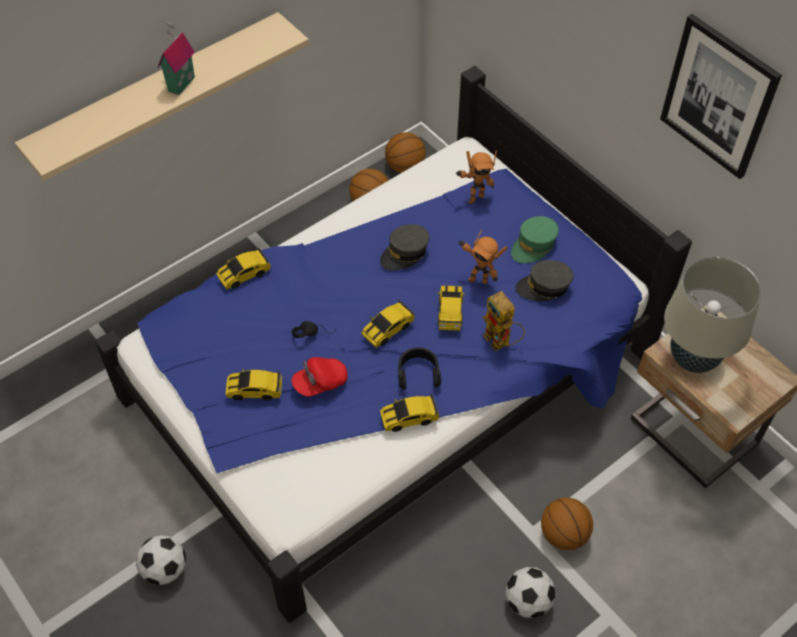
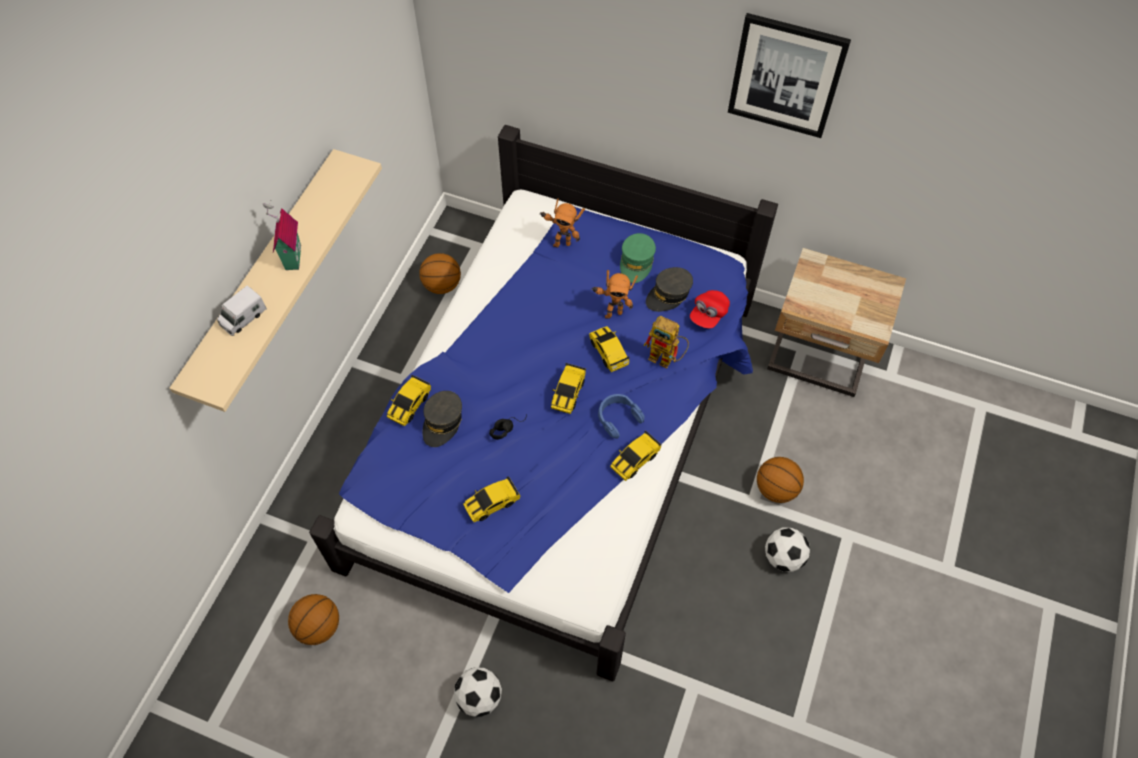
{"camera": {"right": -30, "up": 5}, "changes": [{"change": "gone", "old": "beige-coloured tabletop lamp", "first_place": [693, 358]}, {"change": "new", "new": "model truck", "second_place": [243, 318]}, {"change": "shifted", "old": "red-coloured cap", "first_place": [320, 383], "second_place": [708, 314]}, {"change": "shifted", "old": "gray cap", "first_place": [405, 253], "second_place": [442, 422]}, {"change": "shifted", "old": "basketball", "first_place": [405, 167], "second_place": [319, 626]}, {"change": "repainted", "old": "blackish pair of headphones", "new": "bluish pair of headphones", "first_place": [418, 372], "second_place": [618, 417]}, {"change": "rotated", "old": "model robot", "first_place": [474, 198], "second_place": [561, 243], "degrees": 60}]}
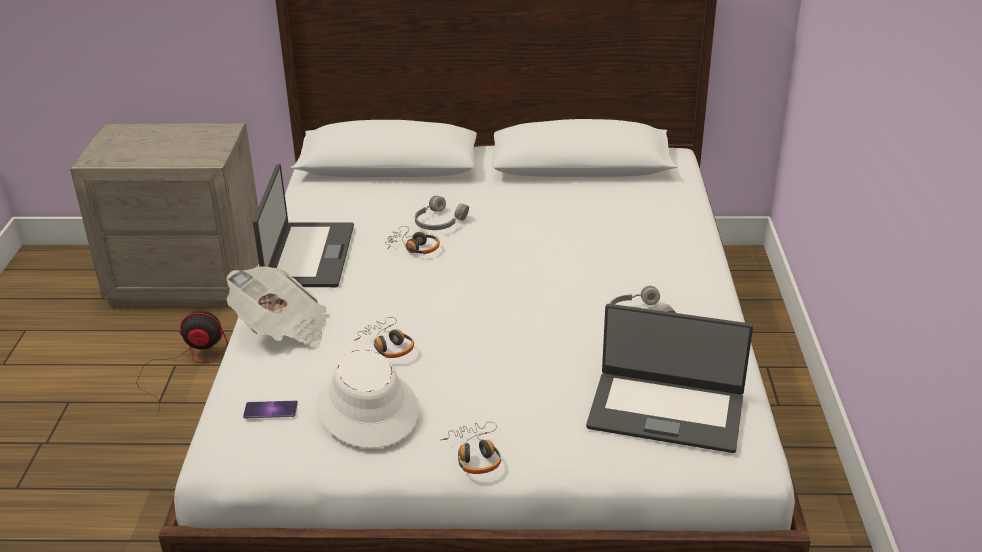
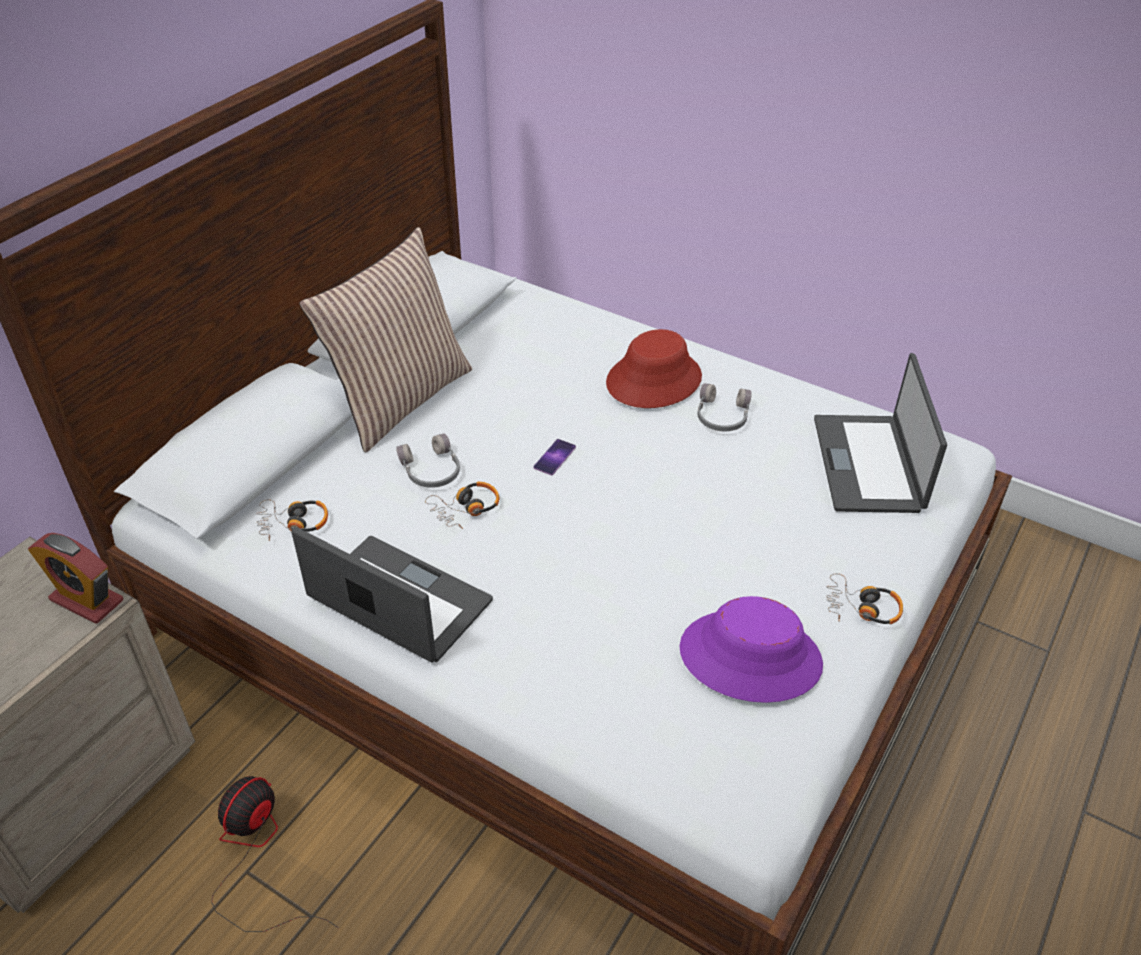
{"camera": {"right": -60, "up": 10}, "changes": [{"change": "gone", "old": "newspaper", "first_place": [282, 328]}, {"change": "new", "new": "alarm clock", "second_place": [86, 600]}, {"change": "new", "new": "pillow", "second_place": [400, 399]}, {"change": "new", "new": "red-coloured wearable hat", "second_place": [653, 380]}, {"change": "shifted", "old": "phone", "first_place": [270, 410], "second_place": [554, 457]}, {"change": "shifted", "old": "pair of headphones", "first_place": [387, 345], "second_place": [293, 523]}, {"change": "repainted", "old": "whitish wearable hat", "new": "purplish wearable hat", "first_place": [368, 408], "second_place": [750, 656]}, {"change": "rotated", "old": "laptop", "first_place": [666, 411], "second_place": [869, 464], "degrees": 135}]}
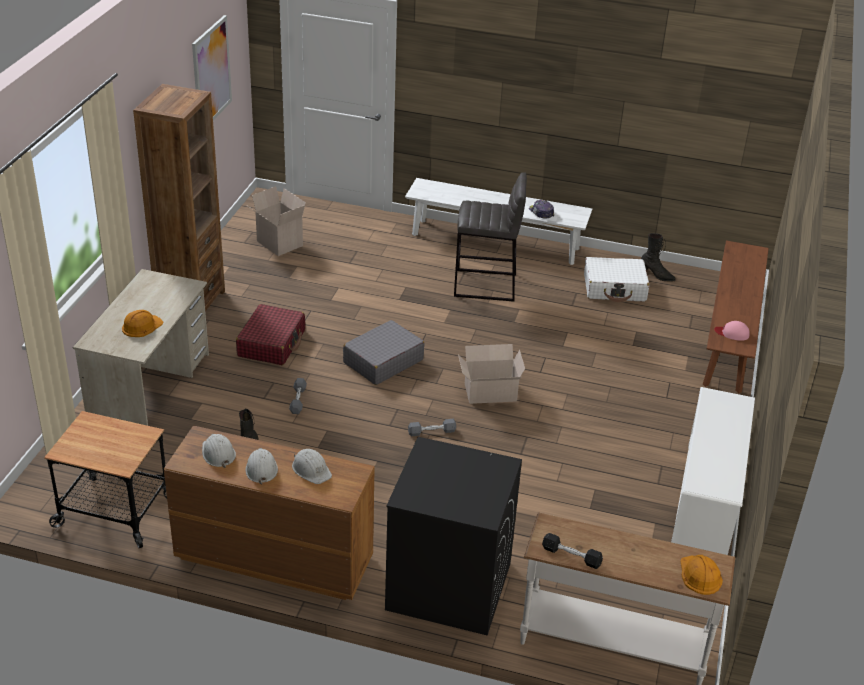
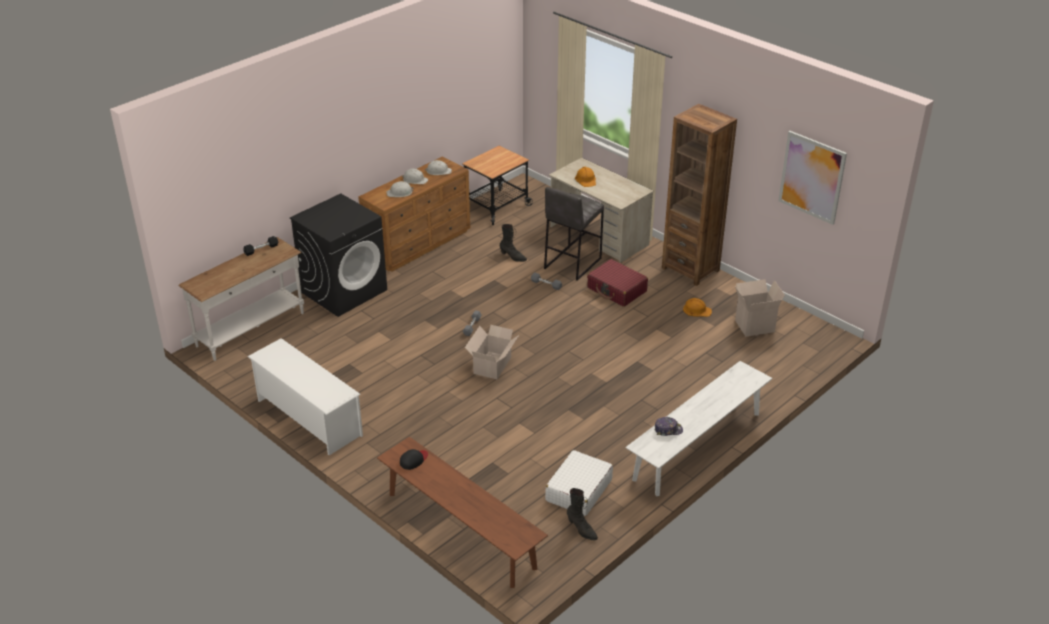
{"camera": {"right": 120, "up": 0}, "changes": [{"change": "gone", "old": "gray suitcase", "first_place": [383, 361]}, {"change": "shifted", "old": "gray stool seat", "first_place": [486, 285], "second_place": [572, 263]}, {"change": "shifted", "old": "orange-coloured hard hat", "first_place": [699, 575], "second_place": [697, 310]}, {"change": "repainted", "old": "pinkish cap", "new": "blackish cap", "first_place": [732, 333], "second_place": [413, 460]}, {"change": "rotated", "old": "blackish high-top boot", "first_place": [656, 275], "second_place": [581, 529], "degrees": -105}]}
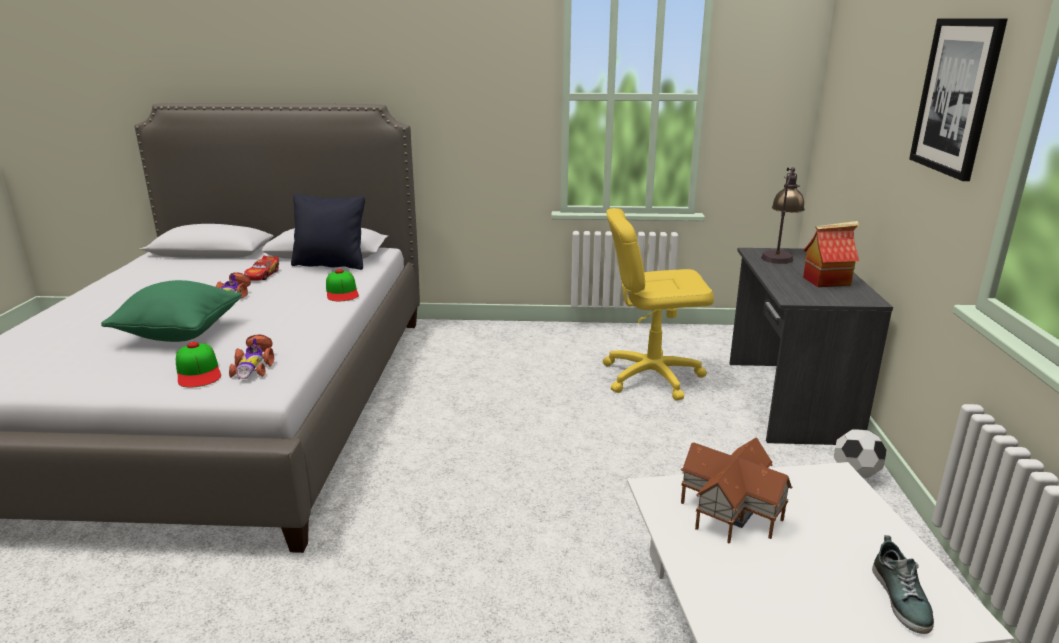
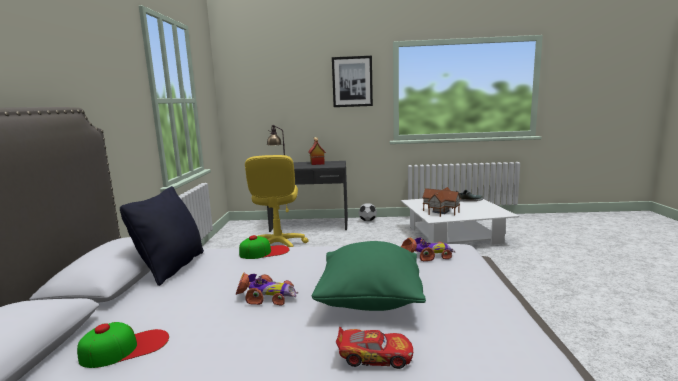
{"camera": {"right": -90, "up": -10}, "changes": [{"change": "shifted", "old": "cap", "first_place": [198, 372], "second_place": [125, 348]}, {"change": "shifted", "old": "toy car", "first_place": [262, 275], "second_place": [375, 356]}]}
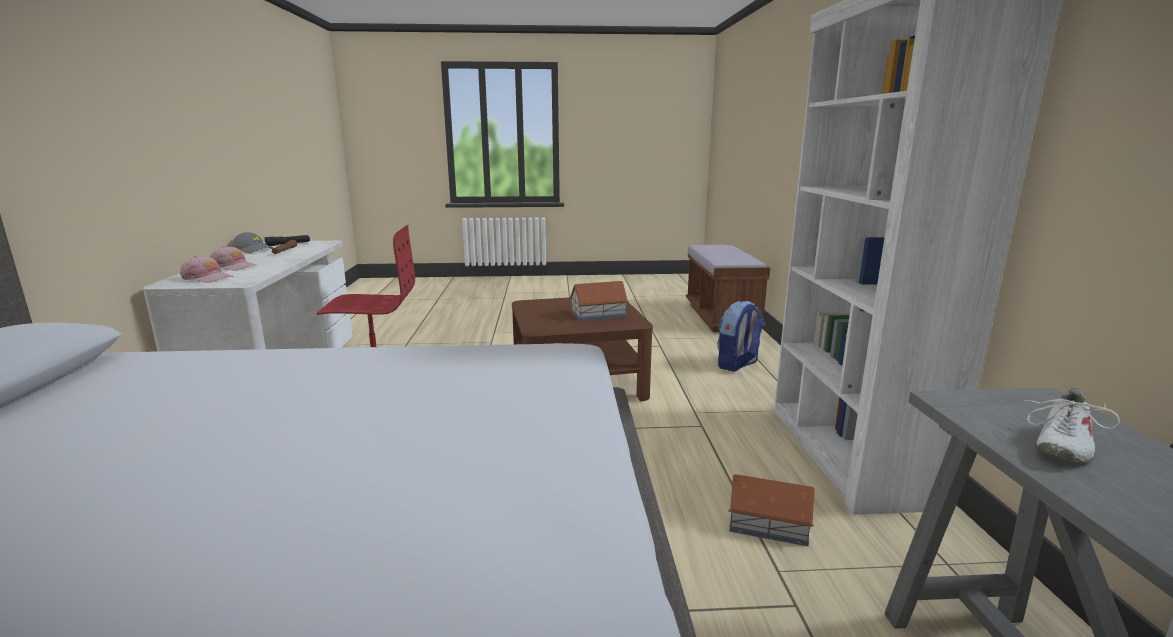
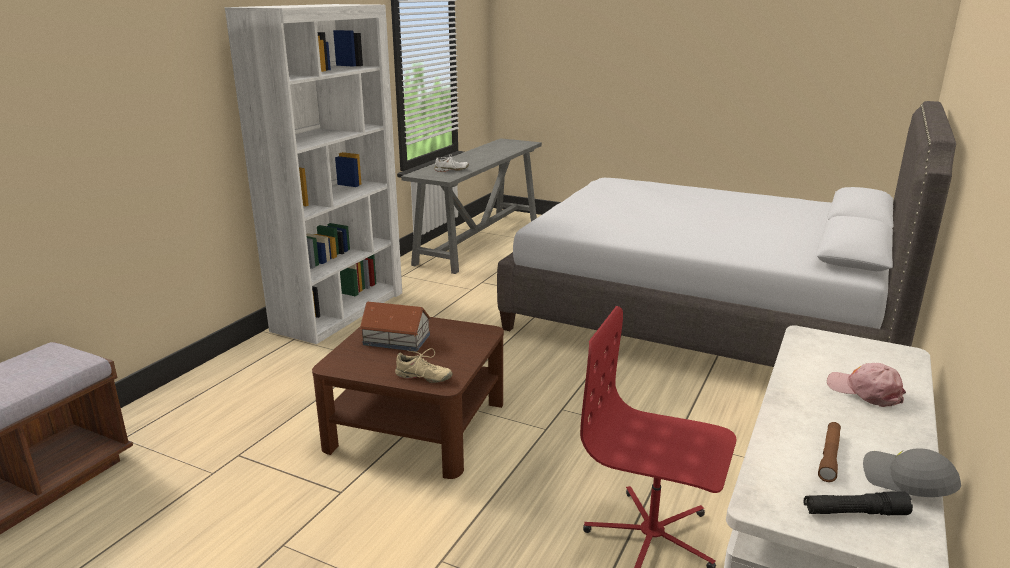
{"camera": {"right": -150, "up": 5}, "changes": [{"change": "gone", "old": "pinkish cap", "first_place": [207, 278]}, {"change": "gone", "old": "backpack", "first_place": [737, 365]}, {"change": "gone", "old": "miniature house", "first_place": [769, 524]}, {"change": "new", "new": "beige-coloured shoe", "second_place": [423, 377]}]}
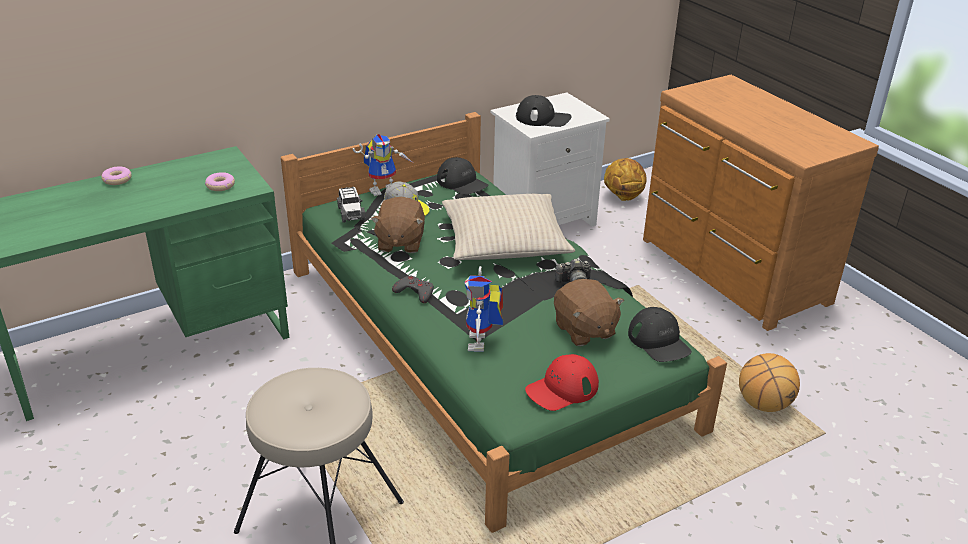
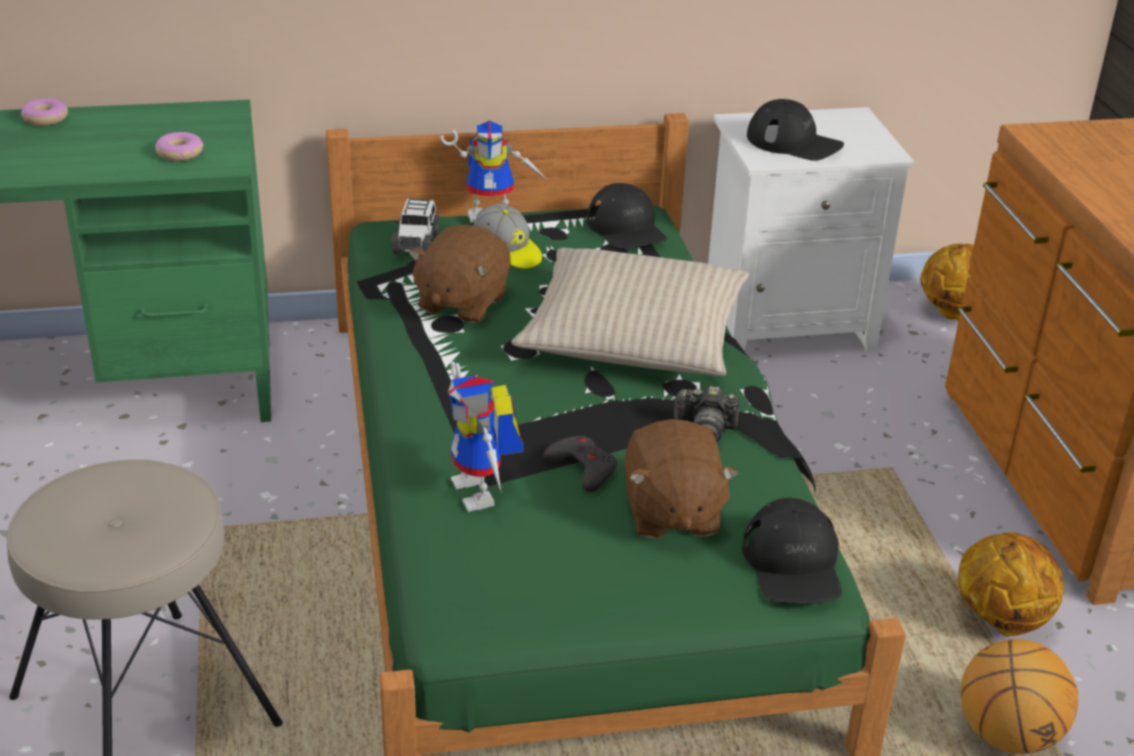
{"camera": {"right": 20, "up": 0}, "changes": [{"change": "gone", "old": "red-coloured cap", "first_place": [562, 389]}, {"change": "new", "new": "basketball", "second_place": [1000, 619]}, {"change": "shifted", "old": "gray joypad", "first_place": [414, 292], "second_place": [582, 468]}, {"change": "rotated", "old": "model robot", "first_place": [482, 344], "second_place": [484, 493], "degrees": -45}]}
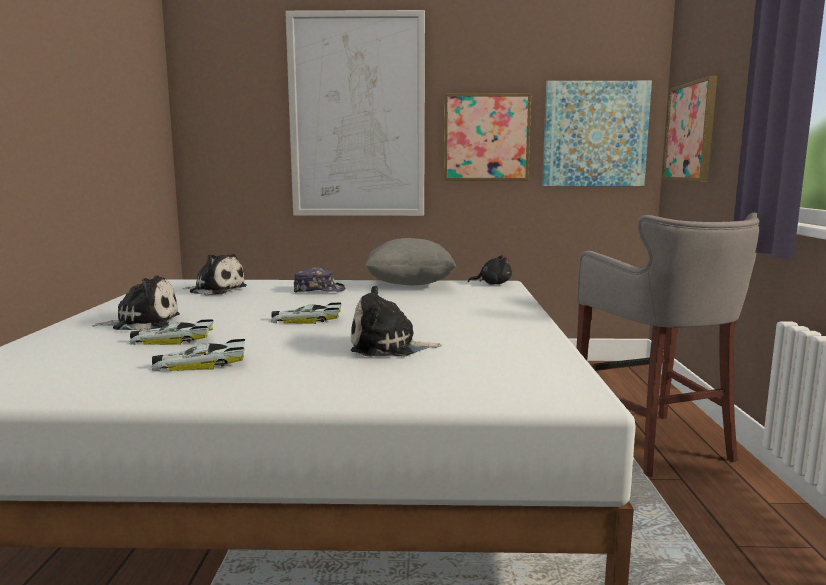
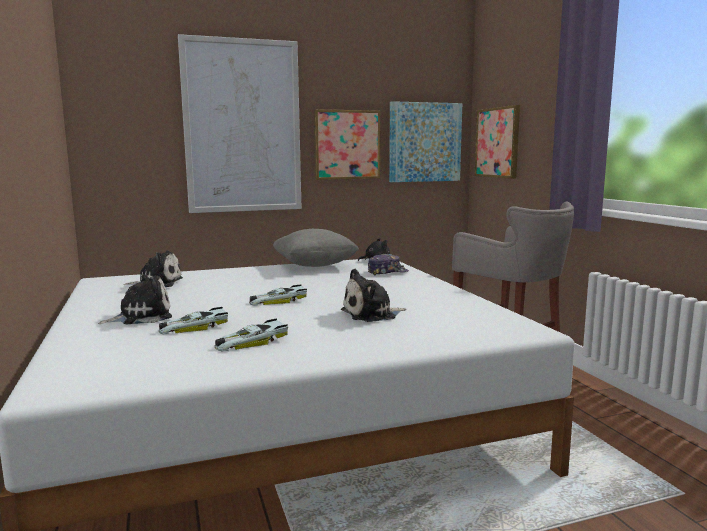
{"camera": {"right": -20, "up": 0}, "changes": [{"change": "shifted", "old": "cap", "first_place": [319, 290], "second_place": [387, 272]}]}
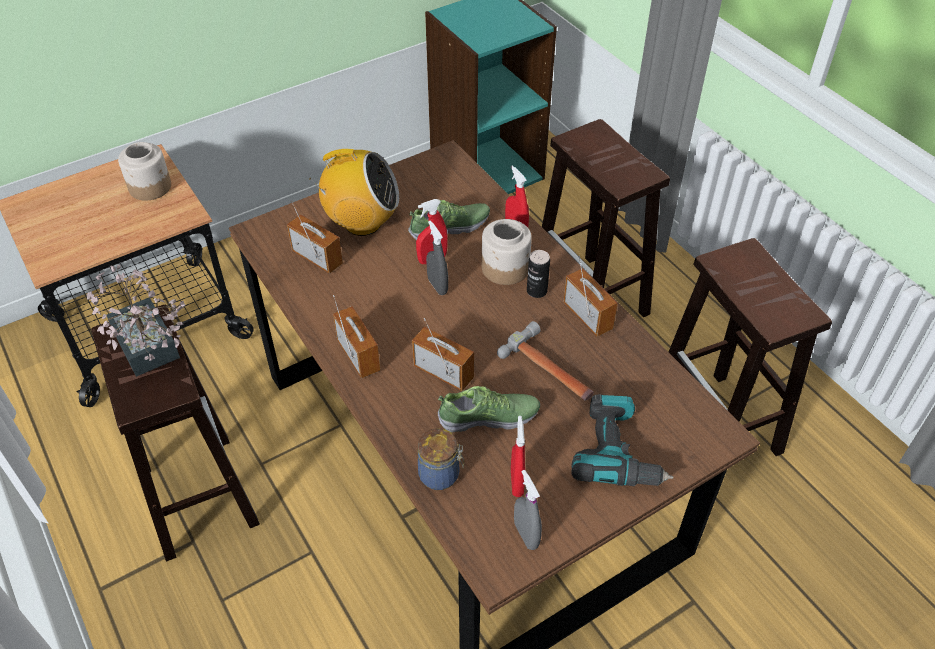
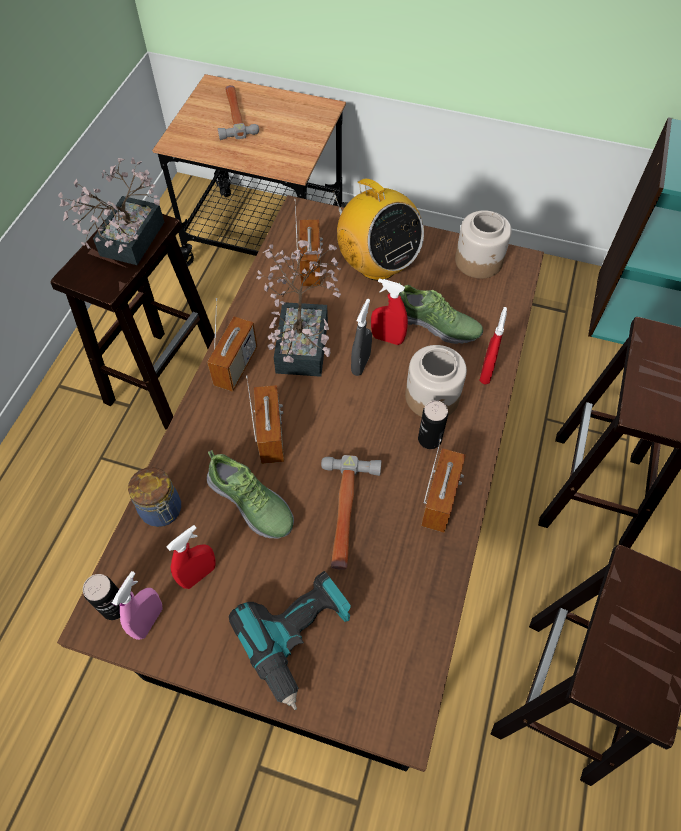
{"camera": {"right": 50, "up": 10}, "changes": [{"change": "new", "new": "sealed can", "second_place": [114, 607]}, {"change": "new", "new": "tool hammer", "second_place": [234, 115]}, {"change": "new", "new": "houseplant", "second_place": [304, 339]}, {"change": "shifted", "old": "preserve jar", "first_place": [150, 187], "second_place": [479, 261]}, {"change": "repainted", "old": "gray hand sprayer", "new": "pinkish hand sprayer", "first_place": [526, 535], "second_place": [149, 621]}]}
